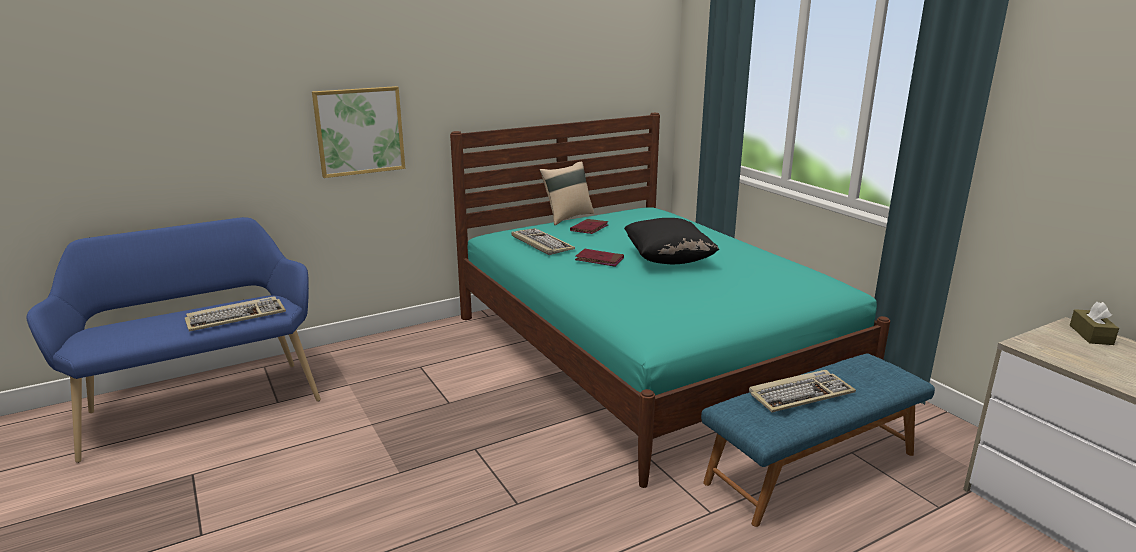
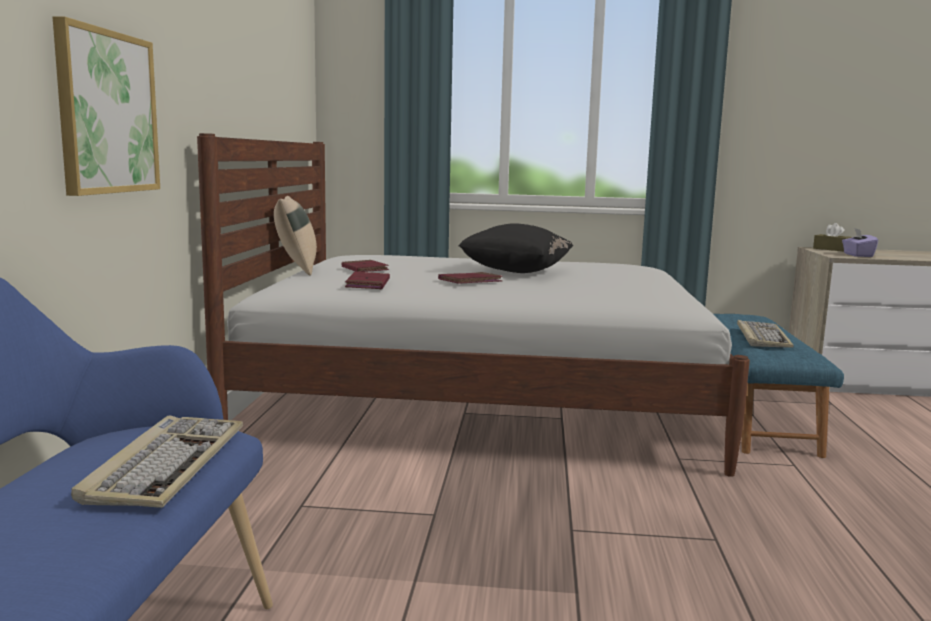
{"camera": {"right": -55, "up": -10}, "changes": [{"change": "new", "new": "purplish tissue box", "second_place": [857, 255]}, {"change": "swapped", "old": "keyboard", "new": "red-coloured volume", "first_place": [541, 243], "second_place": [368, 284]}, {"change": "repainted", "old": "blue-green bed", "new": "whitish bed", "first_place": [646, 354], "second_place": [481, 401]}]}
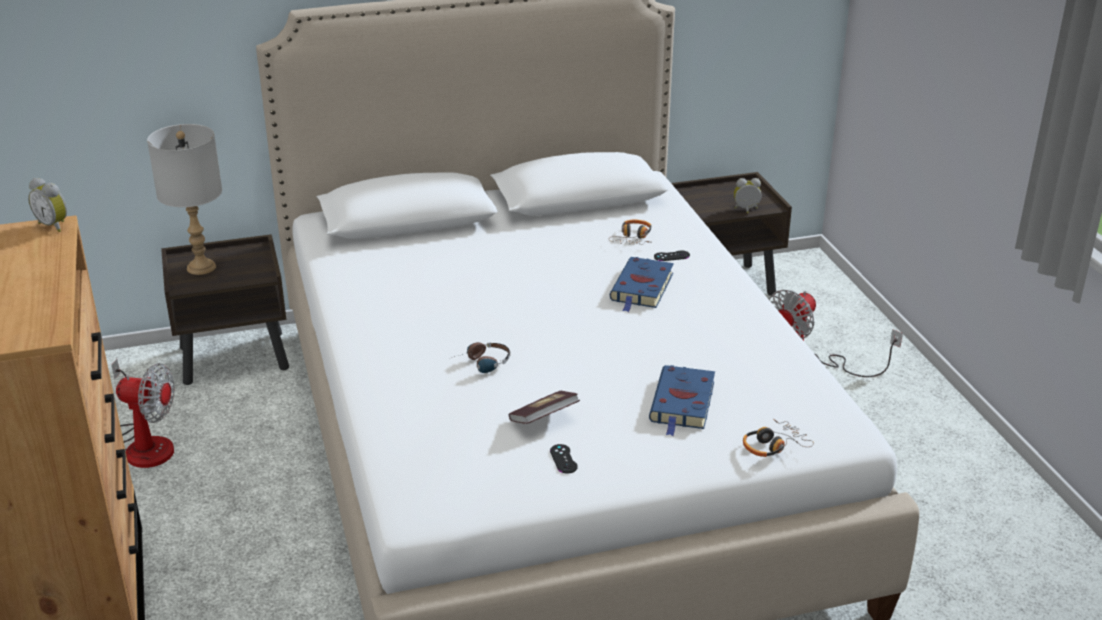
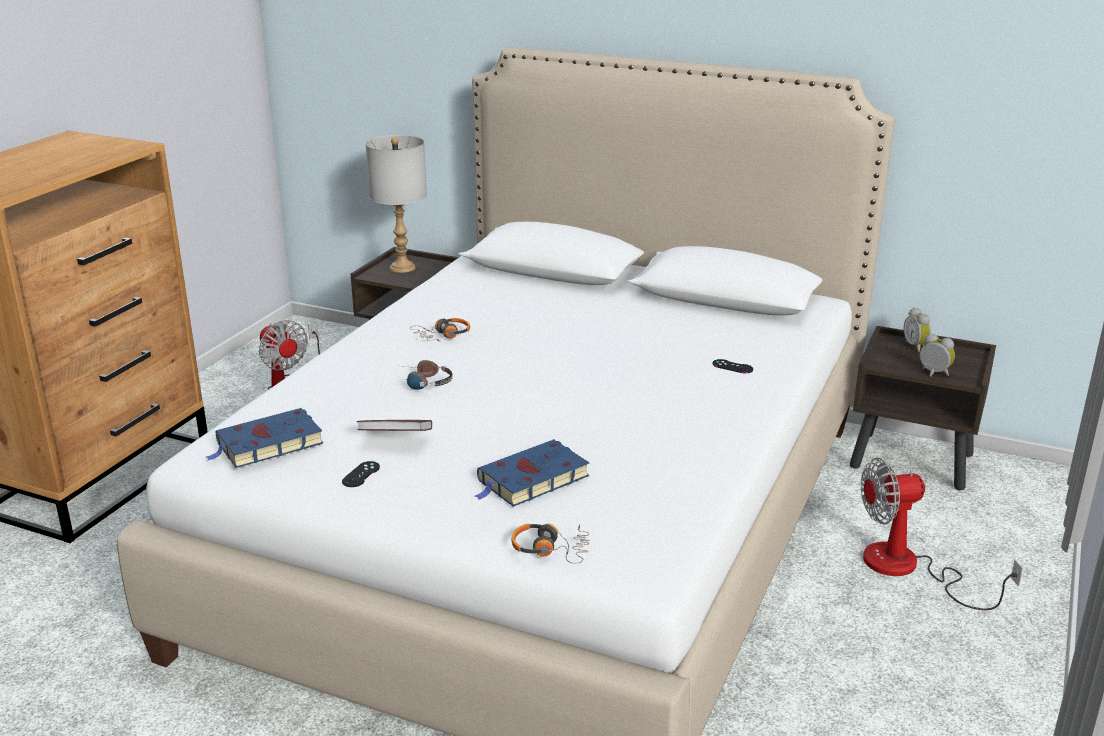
{"camera": {"right": 40, "up": -5}, "changes": [{"change": "shifted", "old": "alarm clock", "first_place": [54, 225], "second_place": [916, 346]}, {"change": "shifted", "old": "pair of headphones", "first_place": [633, 238], "second_place": [443, 336]}, {"change": "shifted", "old": "bluish volume", "first_place": [642, 288], "second_place": [267, 444]}]}
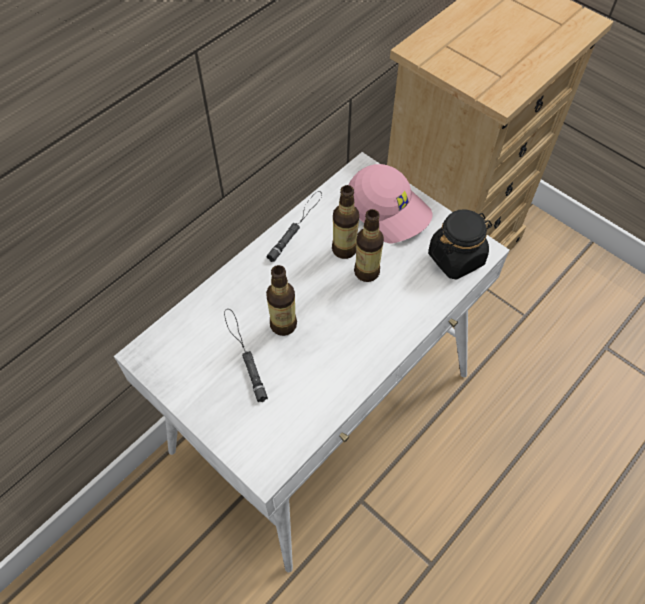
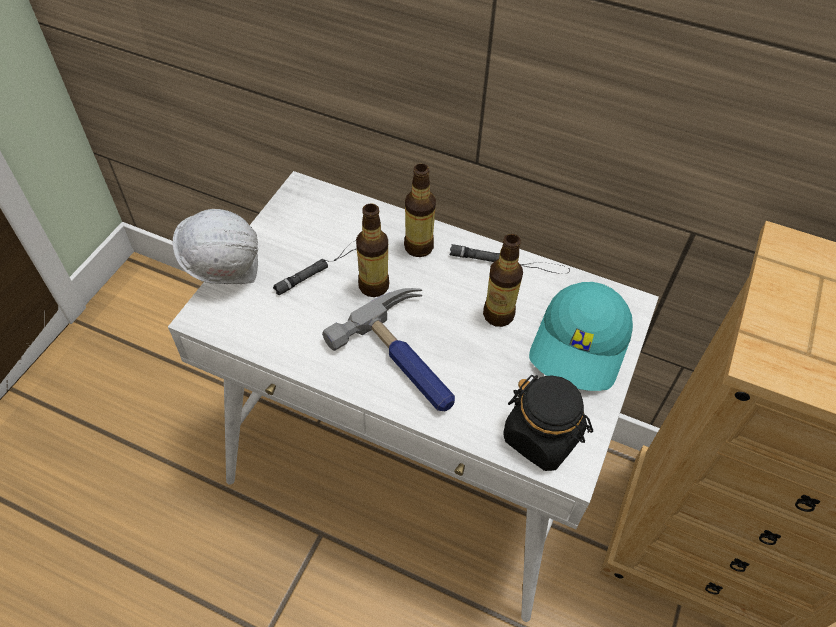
{"camera": {"right": 70, "up": -5}, "changes": [{"change": "new", "new": "whitish hard hat", "second_place": [227, 272]}, {"change": "new", "new": "tool hammer", "second_place": [408, 359]}, {"change": "shifted", "old": "bottle", "first_place": [366, 272], "second_place": [418, 247]}, {"change": "repainted", "old": "pinkish cap", "new": "blue-green cap", "first_place": [389, 210], "second_place": [581, 346]}]}
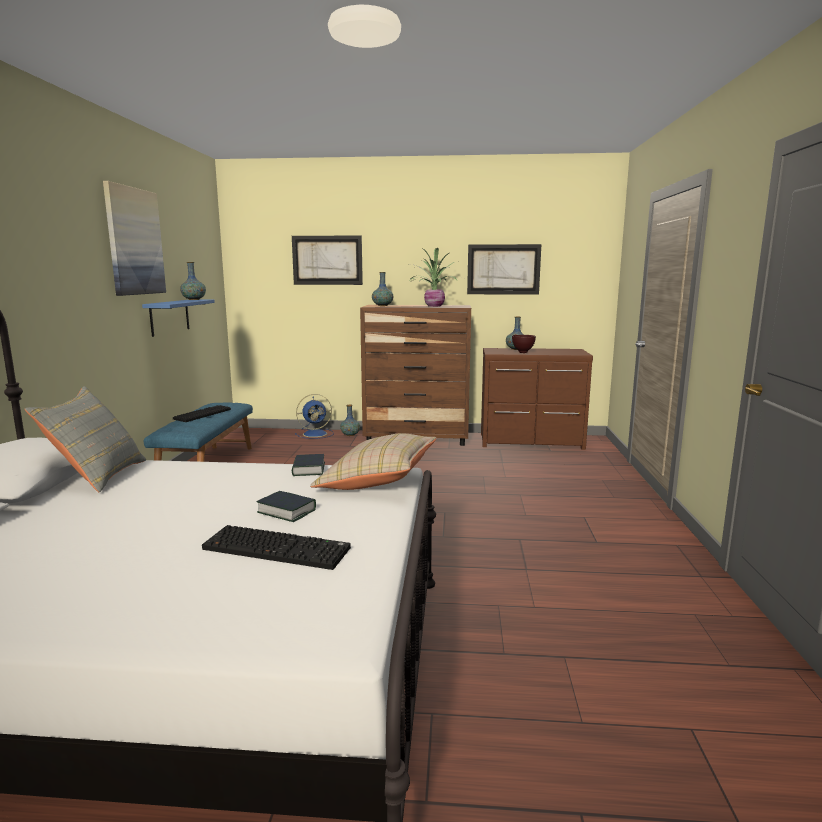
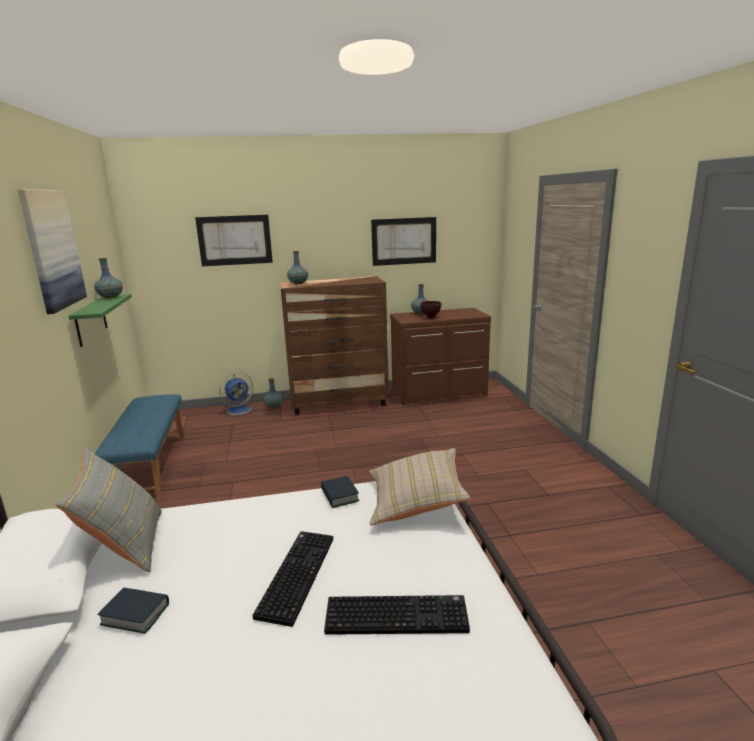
{"camera": {"right": -15, "up": 5}, "changes": [{"change": "gone", "old": "houseplant", "first_place": [433, 306]}, {"change": "shifted", "old": "keyboard", "first_place": [202, 414], "second_place": [295, 574]}, {"change": "shifted", "old": "volume", "first_place": [286, 511], "second_place": [135, 614]}, {"change": "repainted", "old": "bluish bracket shelf", "new": "greenish bracket shelf", "first_place": [169, 317], "second_place": [91, 320]}]}
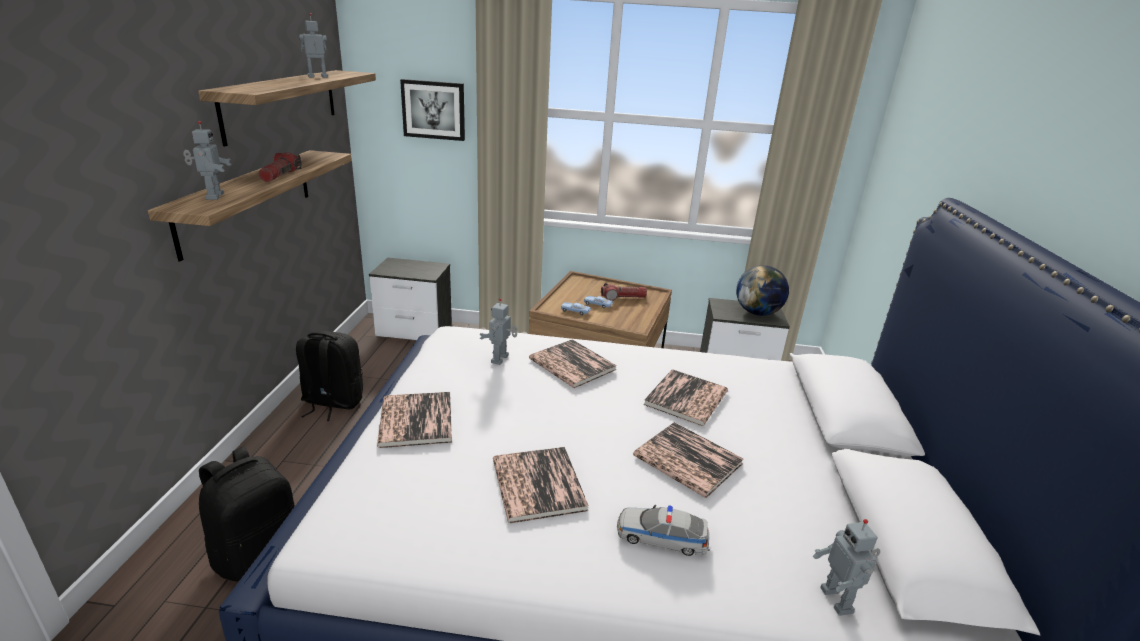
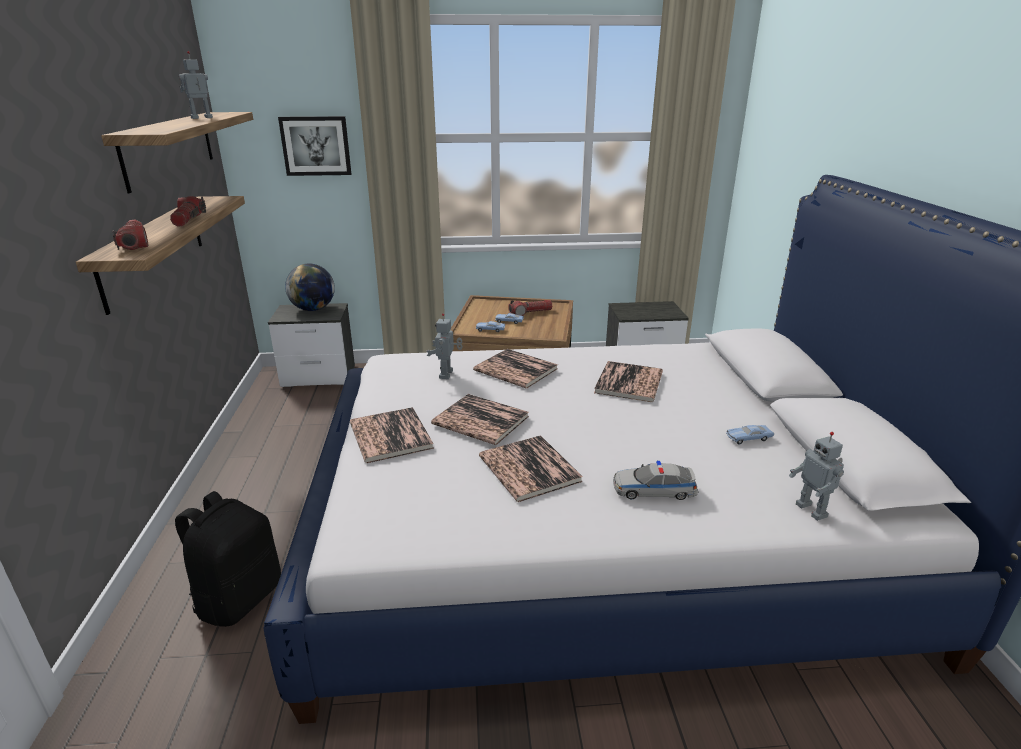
{"camera": {"right": -10, "up": 0}, "changes": [{"change": "gone", "old": "blackish backpack", "first_place": [332, 403]}, {"change": "new", "new": "bluish toy car", "second_place": [748, 438]}, {"change": "shifted", "old": "volume", "first_place": [687, 460], "second_place": [480, 420]}, {"change": "shifted", "old": "world globe", "first_place": [757, 313], "second_place": [313, 309]}, {"change": "swapped", "old": "model robot", "new": "torch", "first_place": [213, 196], "second_place": [135, 244]}]}
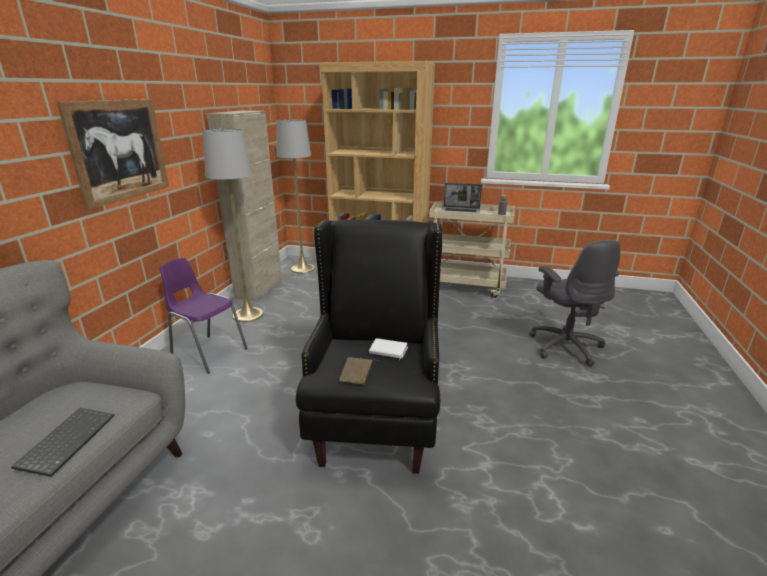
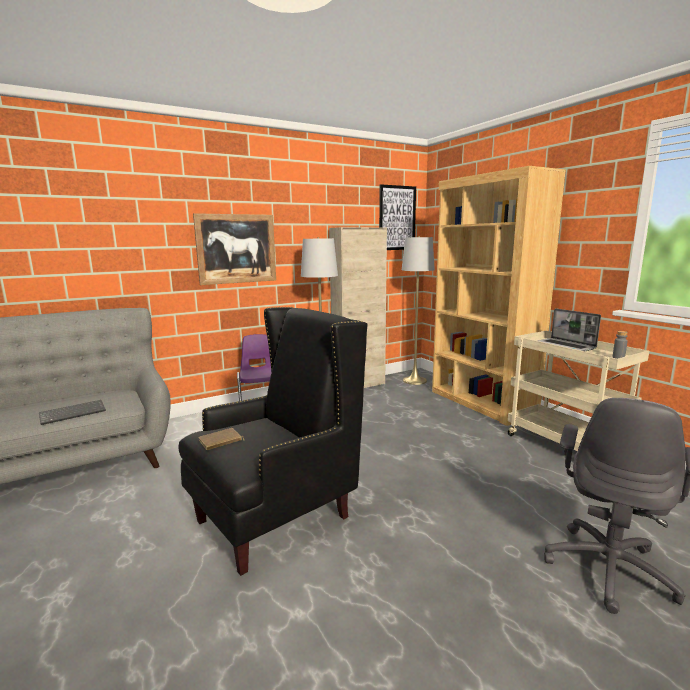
{"camera": {"right": 45, "up": -10}, "changes": [{"change": "gone", "old": "whitish volume", "first_place": [388, 351]}, {"change": "new", "new": "wall picture", "second_place": [397, 218]}]}
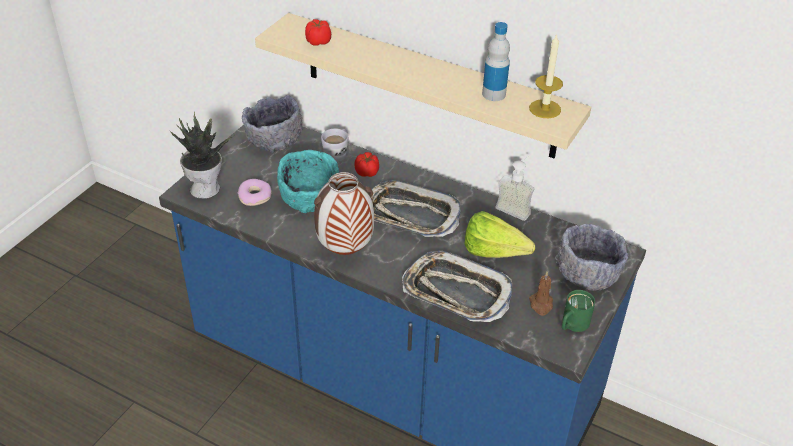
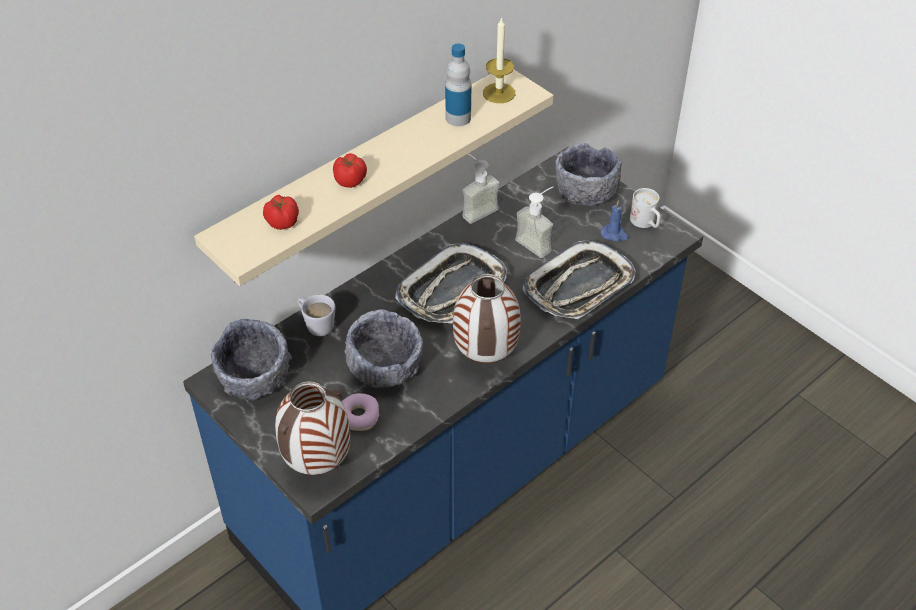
{"camera": {"right": -70, "up": 5}, "changes": [{"change": "shifted", "old": "whole tomato", "first_place": [367, 173], "second_place": [351, 180]}, {"change": "swapped", "old": "houseplant", "new": "vase", "first_place": [206, 188], "second_place": [318, 462]}, {"change": "swapped", "old": "head of lettuce", "new": "soap bottle", "first_place": [498, 255], "second_place": [538, 242]}, {"change": "repainted", "old": "blue-green serving bowl", "new": "gray serving bowl", "first_place": [310, 198], "second_place": [385, 366]}, {"change": "repainted", "old": "brown wax light", "new": "bluish wax light", "first_place": [541, 305], "second_place": [614, 234]}, {"change": "repainted", "old": "greenish coffee mug", "new": "whitish coffee mug", "first_place": [572, 325], "second_place": [646, 223]}]}
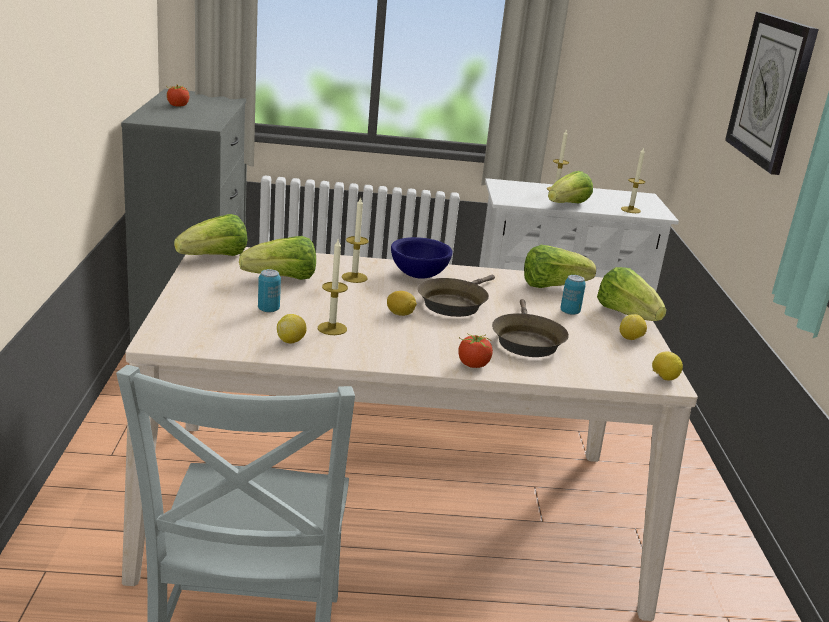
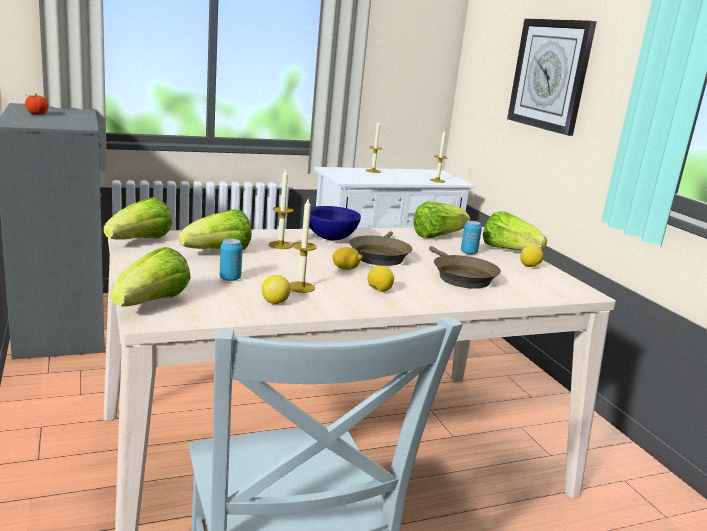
{"camera": {"right": -20, "up": -5}, "changes": [{"change": "gone", "old": "whole tomato", "first_place": [473, 365]}, {"change": "shifted", "old": "head of lettuce", "first_place": [568, 205], "second_place": [152, 303]}, {"change": "shifted", "old": "whole lemon", "first_place": [664, 378], "second_place": [379, 291]}]}
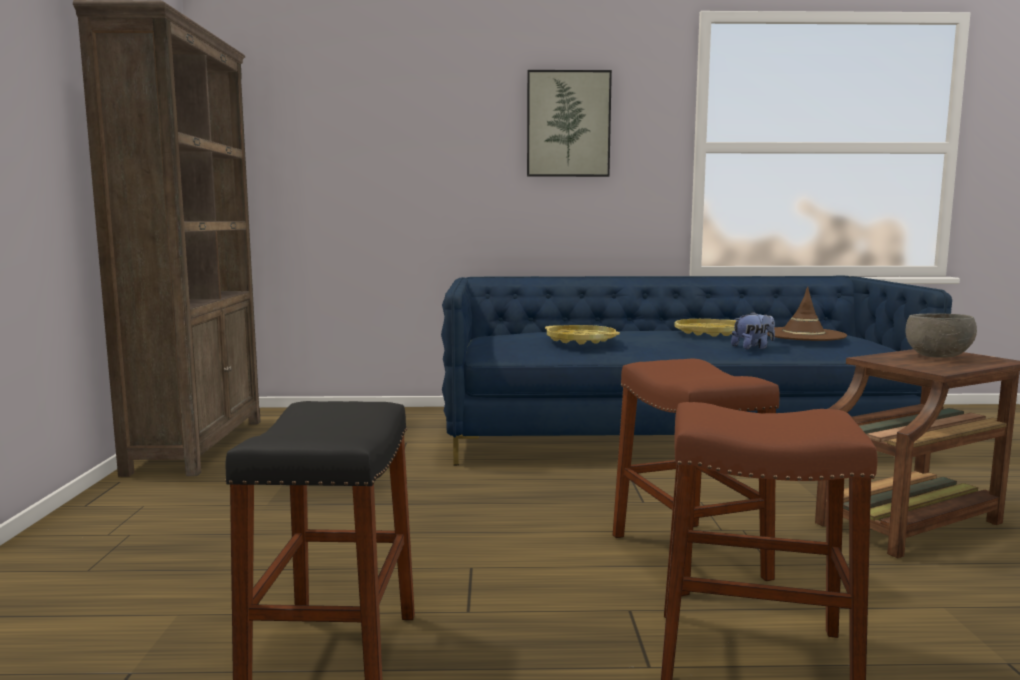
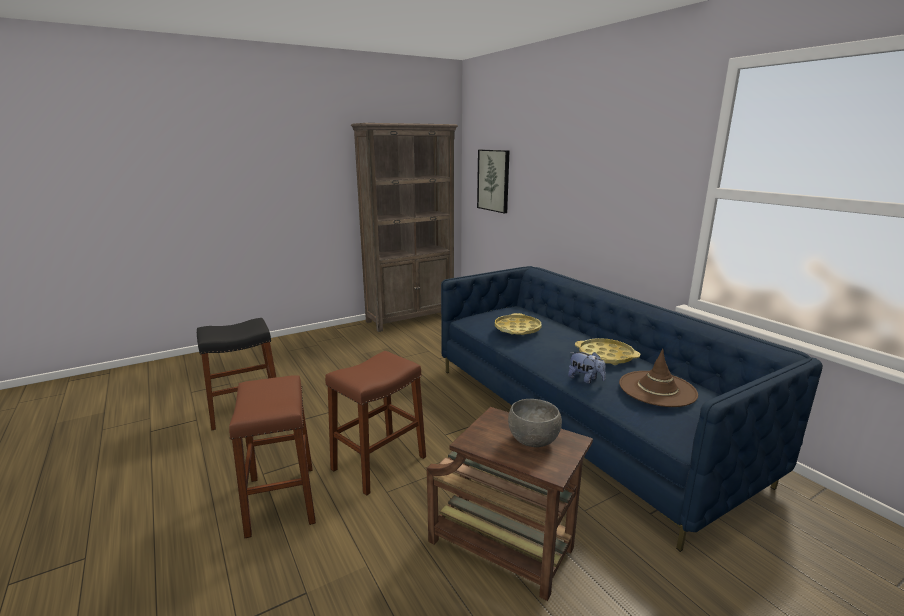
{"camera": {"right": 60, "up": 10}, "changes": [{"change": "shifted", "old": "wall picture", "first_place": [568, 124], "second_place": [494, 180]}]}
